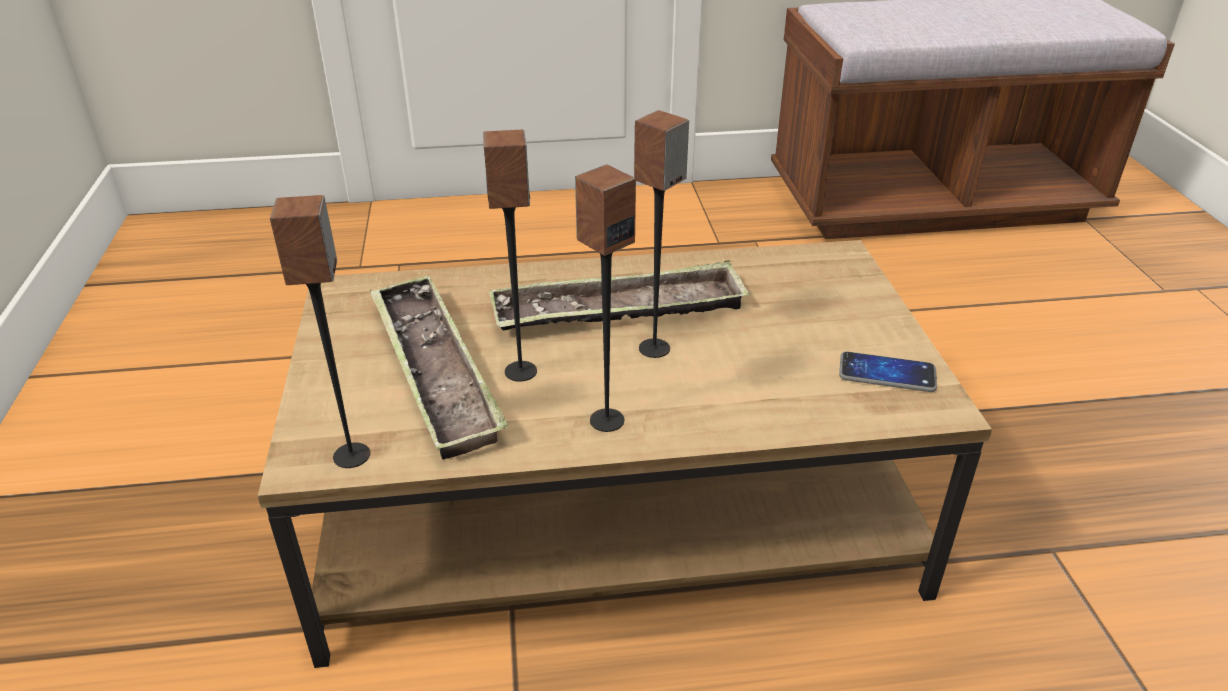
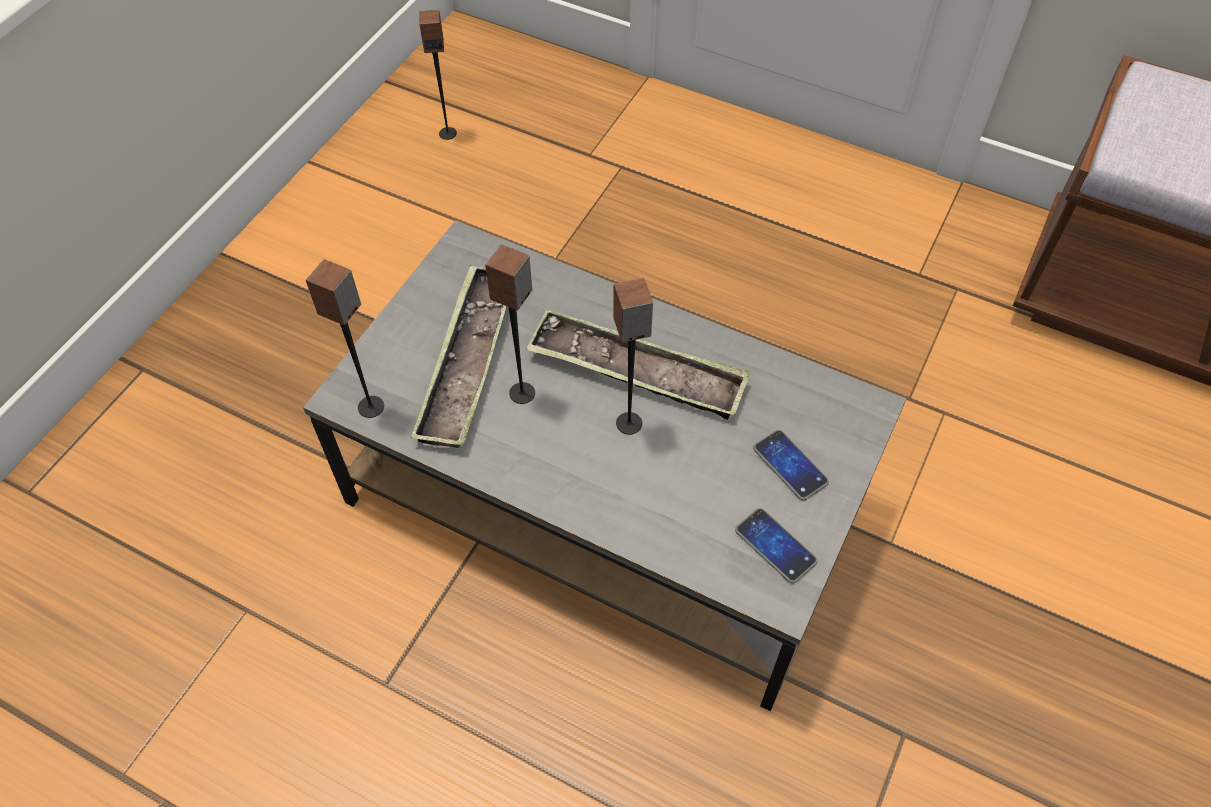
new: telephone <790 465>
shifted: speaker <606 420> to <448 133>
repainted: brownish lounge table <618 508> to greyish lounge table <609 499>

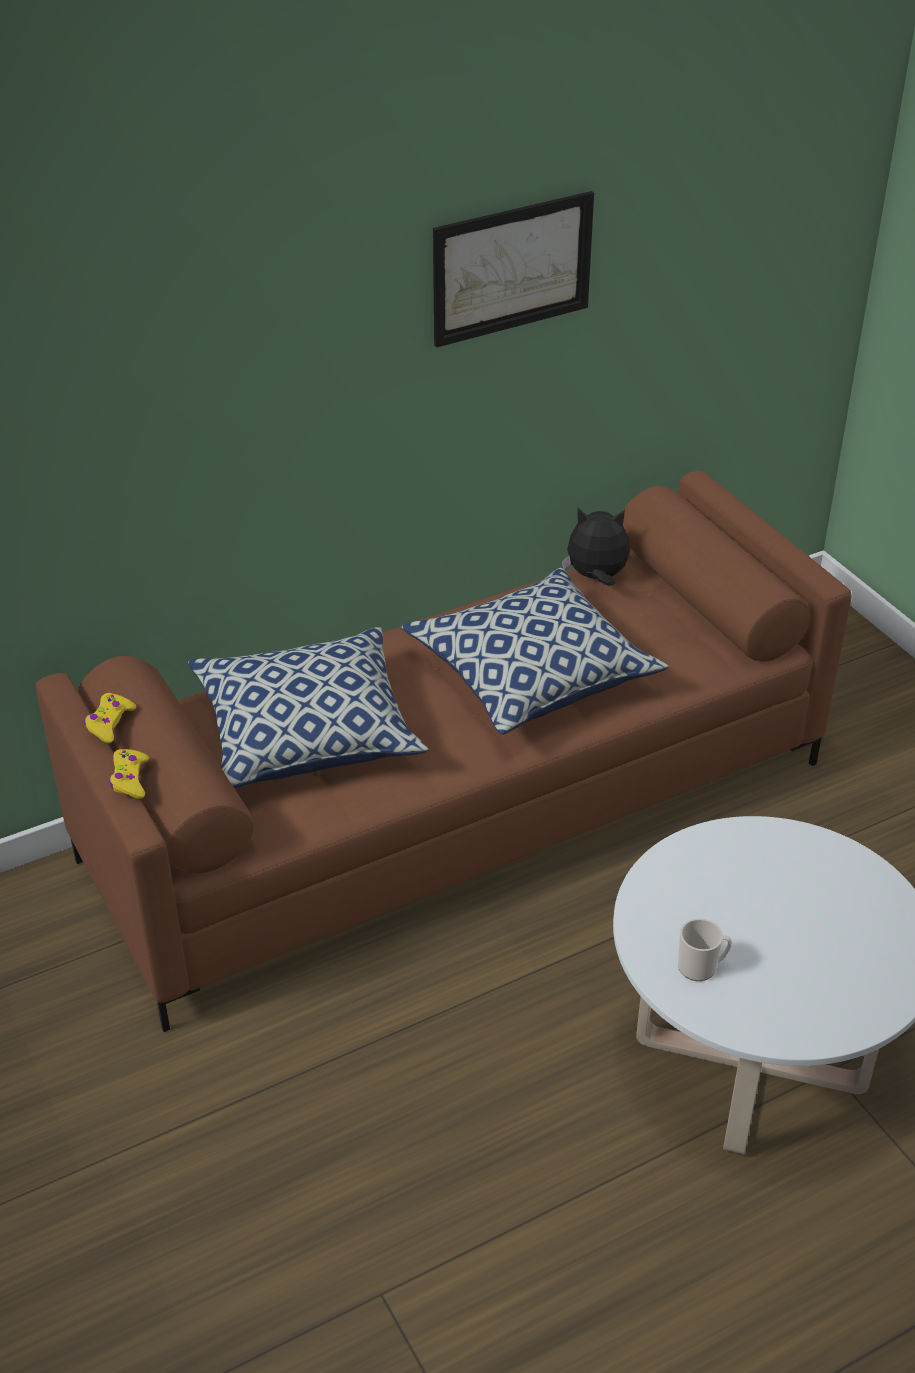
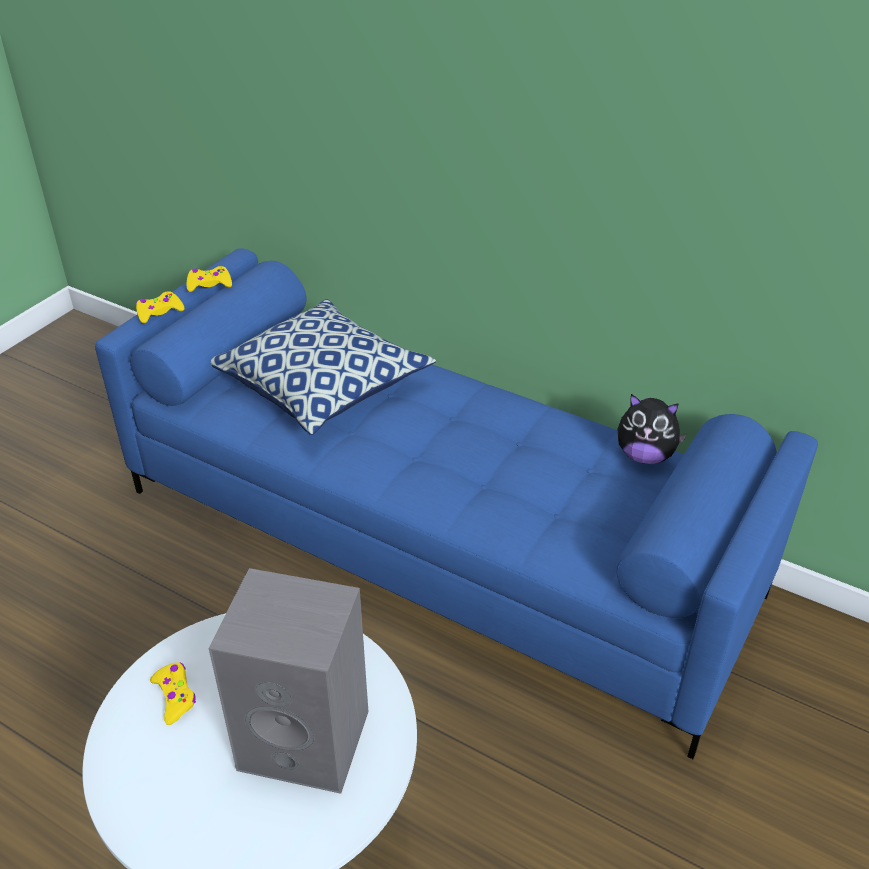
gone: pillow <532 674>; picture <512 268>
new: greyish speaker <308 738>
swapped: tea mug <701 967> to yellow-coloured game controller <175 696>
repainted: brownish couch <458 808> to bluish couch <437 540>
rotated: plush toy <596 577> = <645 456> 135 degrees clockwise

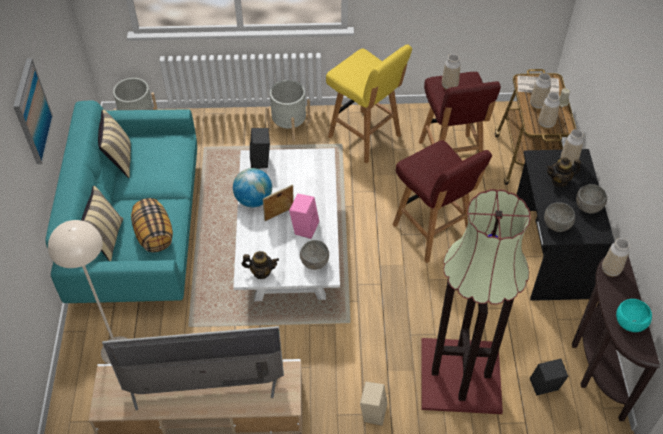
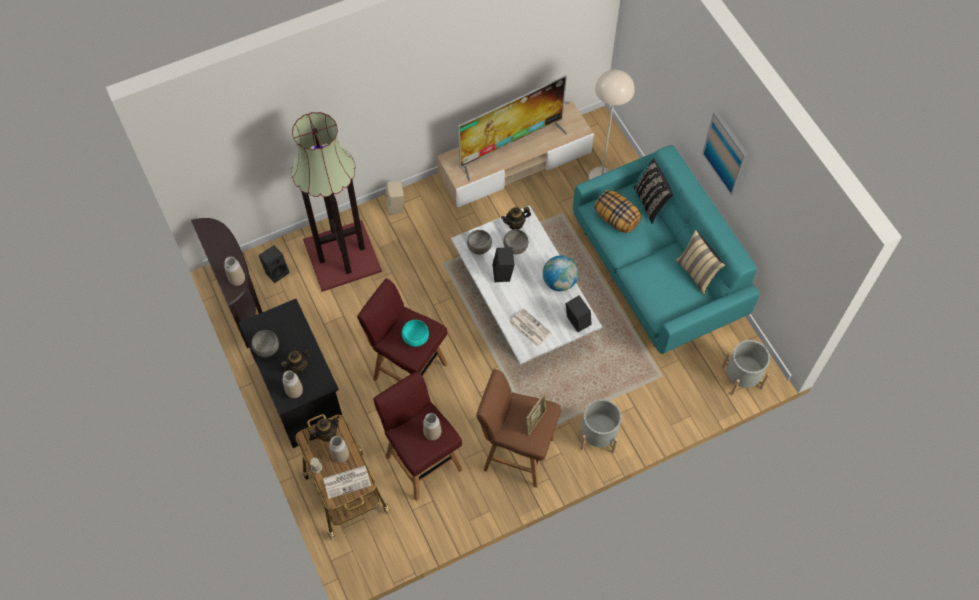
new: printed paper <529 327>
shifted: standing frame <279 215> to <535 421>; greyish serving bowl <557 225> to <515 247>; blue-green serving bowl <630 323> to <415 339>
swapped: decorative vase <546 124> to pot for tea <326 434>
repainted: beige-coloured pillow <106 239> to black pillow <650 202>; pink speaker <304 227> to black speaker <503 274>; yellow-coloured sitting stool <365 137> to brownish sitting stool <516 453>

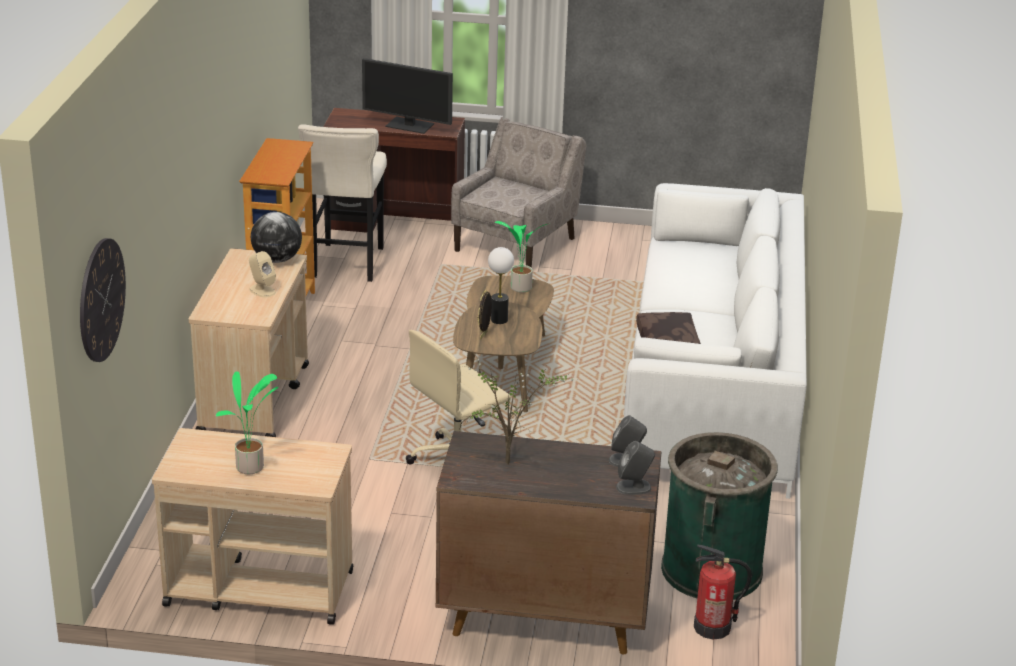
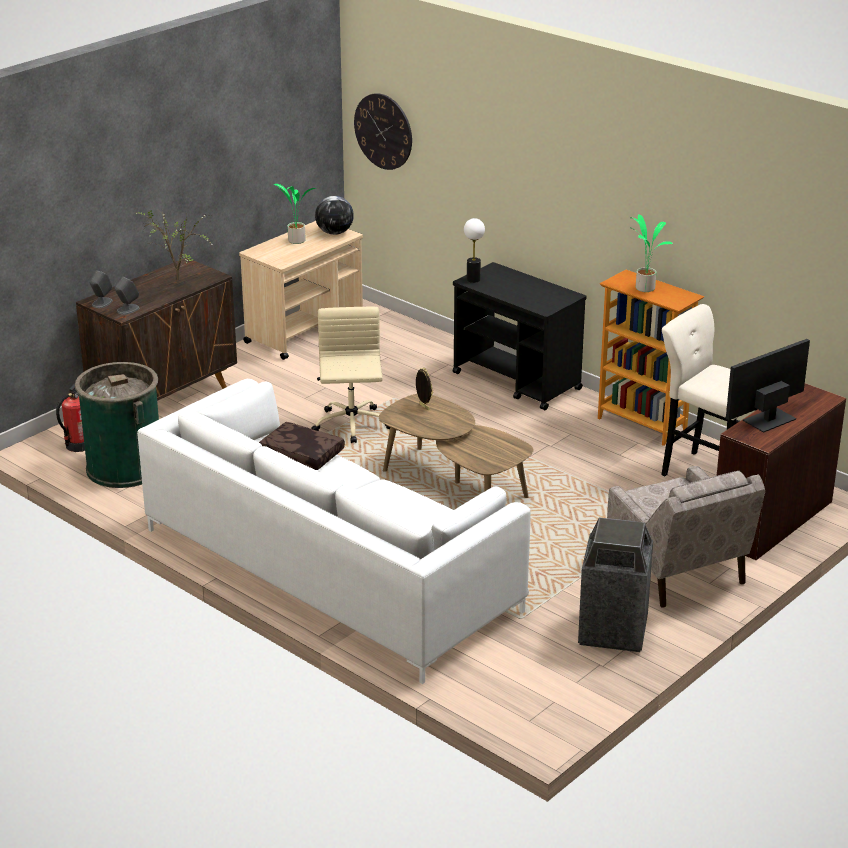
gone: beige-coloured speaker <262 290>
new: trash can <613 631>
shifted: desk globe <277 260> to <334 233>; table lamp <499 320> to <473 279>; houseplant <519 288> to <645 288>
repainted: beige-coloured trolley <254 399> to black trolley <517 381>

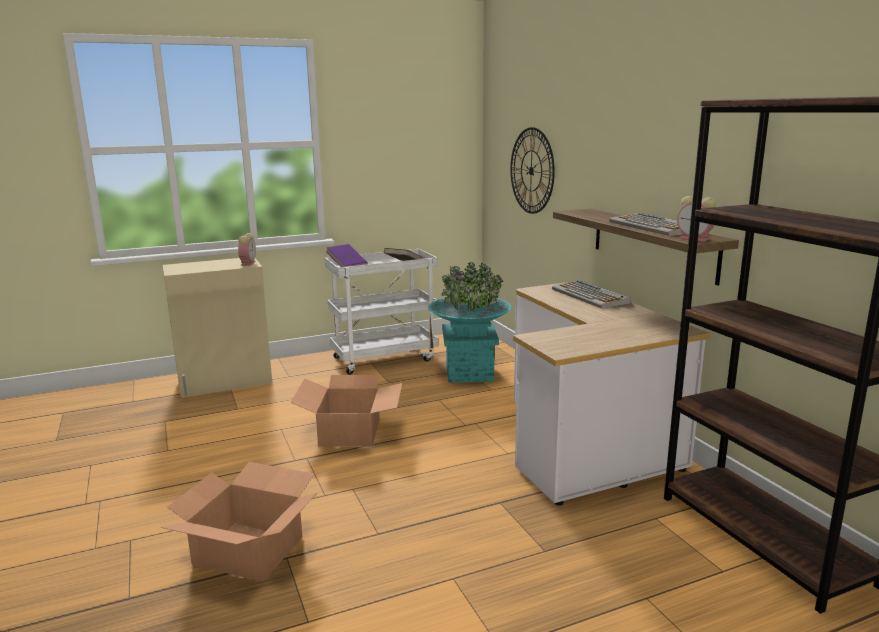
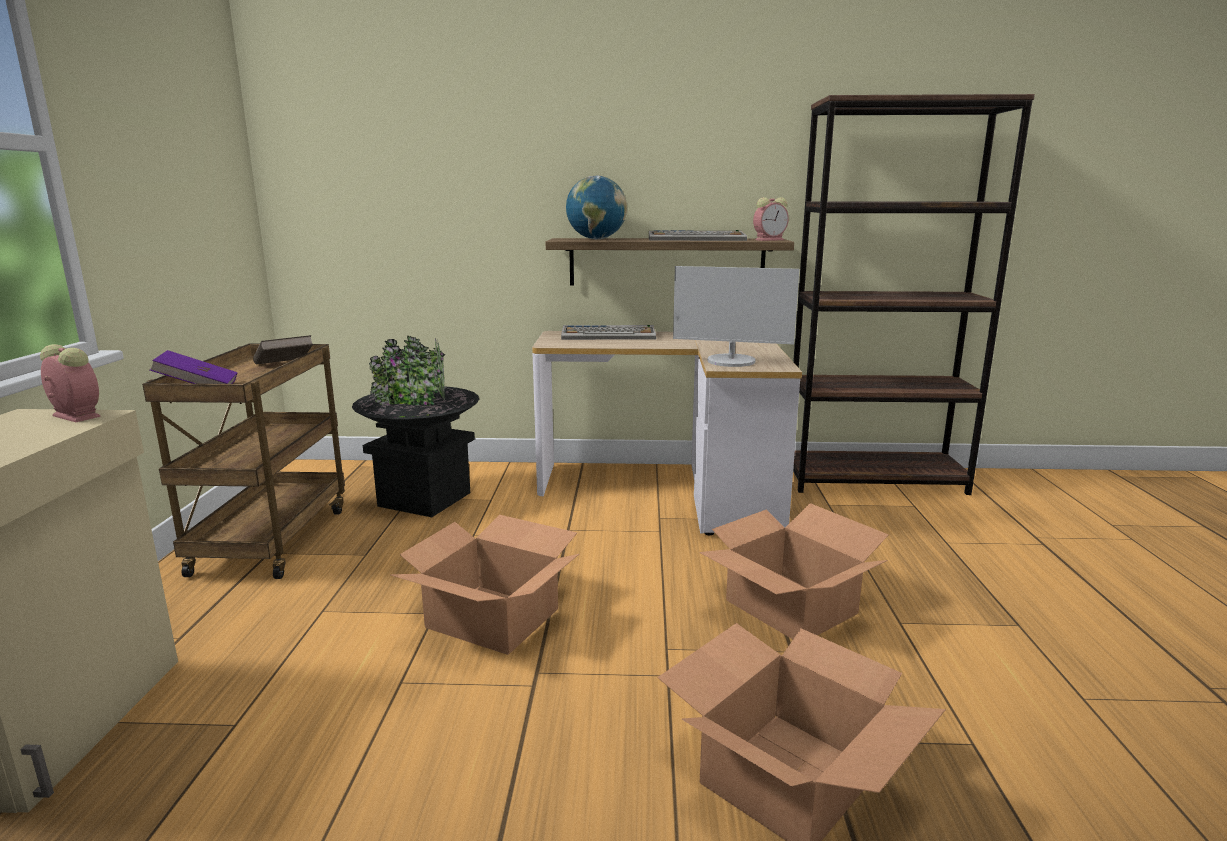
gone: wall clock <531 171>
new: desk globe <596 239>; monitor <731 361>; cardboard box <790 607>
repainted: whitish trolley <385 358> to brownish trolley <271 539>; blue-green flower pot <469 373> to black flower pot <424 499>

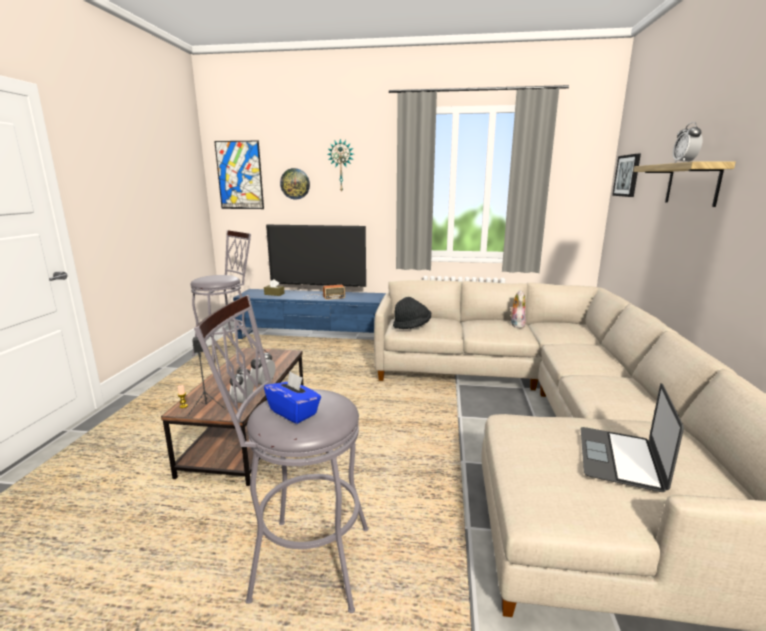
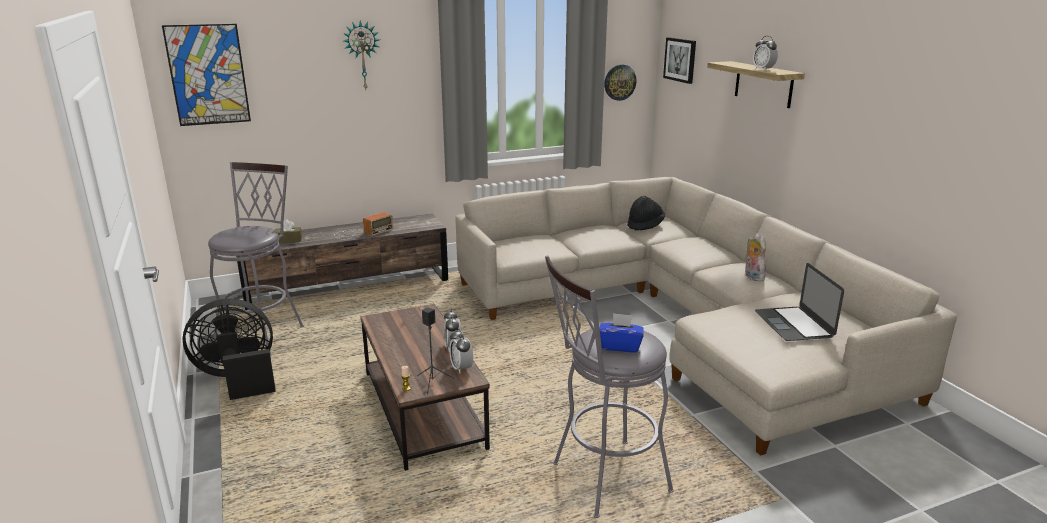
gone: television <318 292>
new: black cooling fan <238 379>
shifted: wall clock <295 184> to <619 82>; black clothing hat <412 326> to <645 225>; plush toy <516 325> to <752 277>
repainted: bluish tv stand <314 336> to brownish tv stand <349 286>

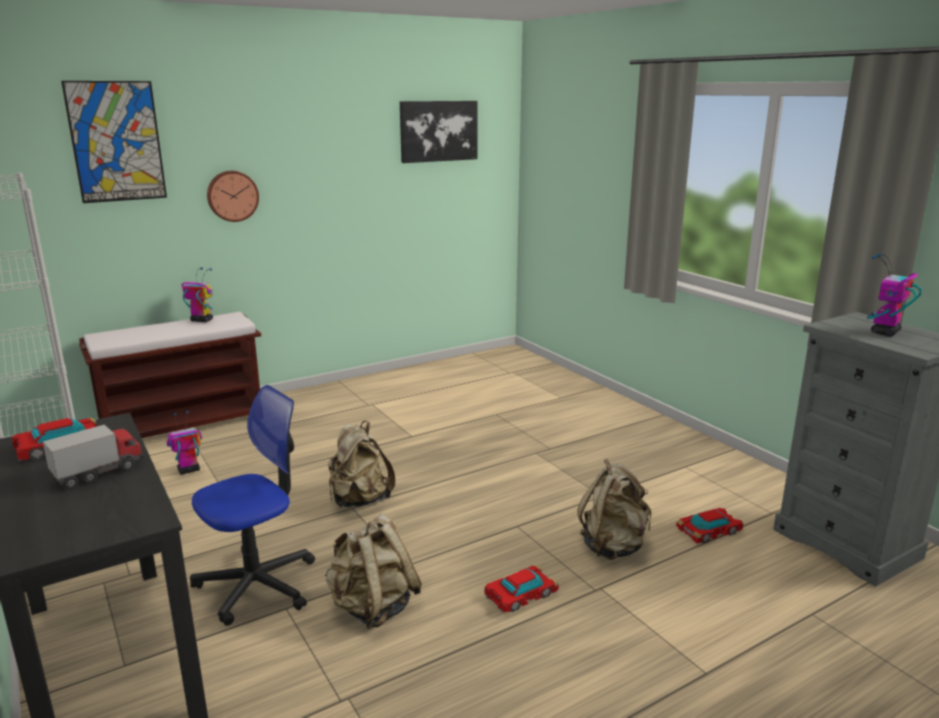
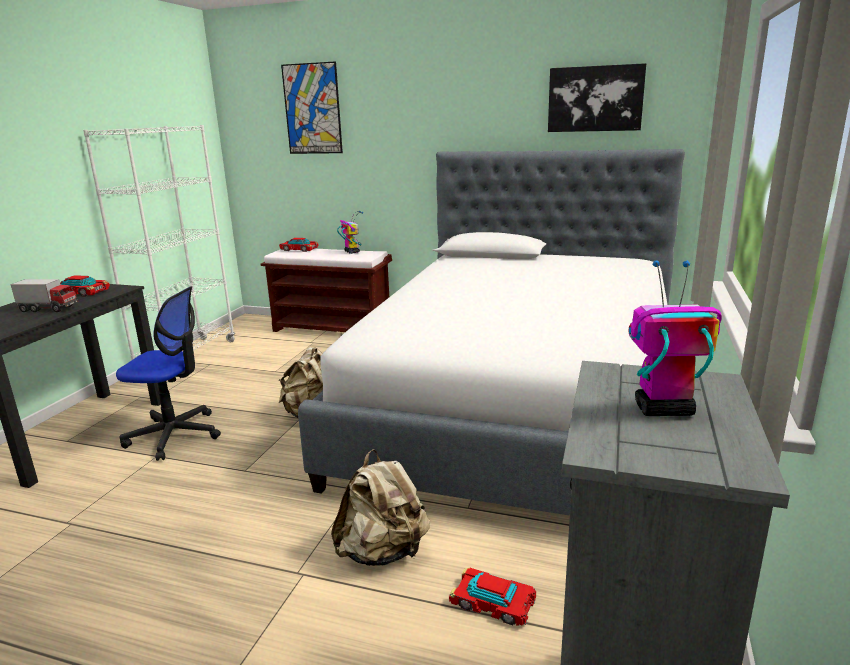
gone: toy robot <188 470>; wall clock <232 196>; beige-coloured knapsack <373 607>
new: bedroom bed <522 405>
shifted: toy car <520 594> to <299 249>

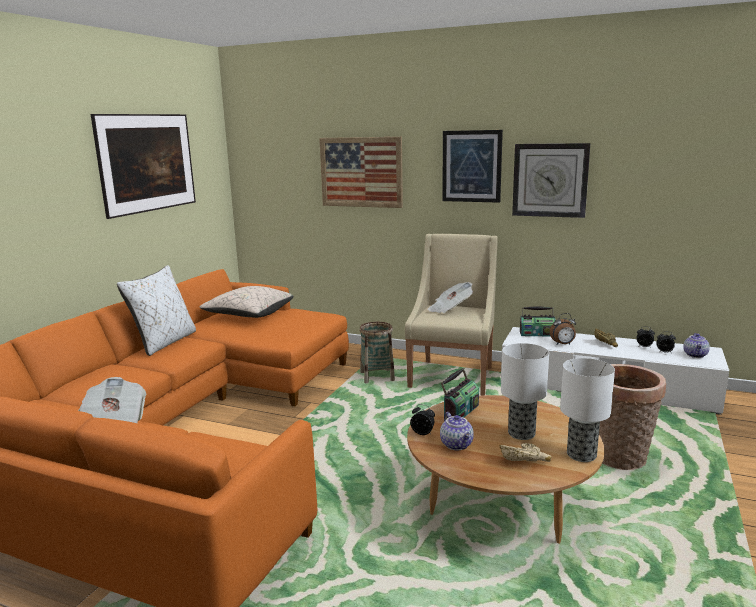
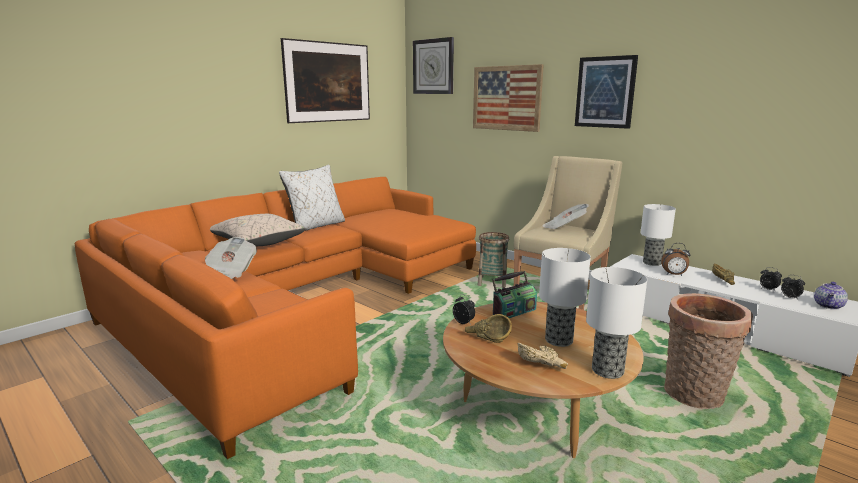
shifted: beige-coloured pillow <249 314> to <257 242>; wall clock <550 180> to <433 66>
swapped: pot for tea <457 445> to brownish serving bowl <487 338>; radio <537 334> to table lamp <652 263>

